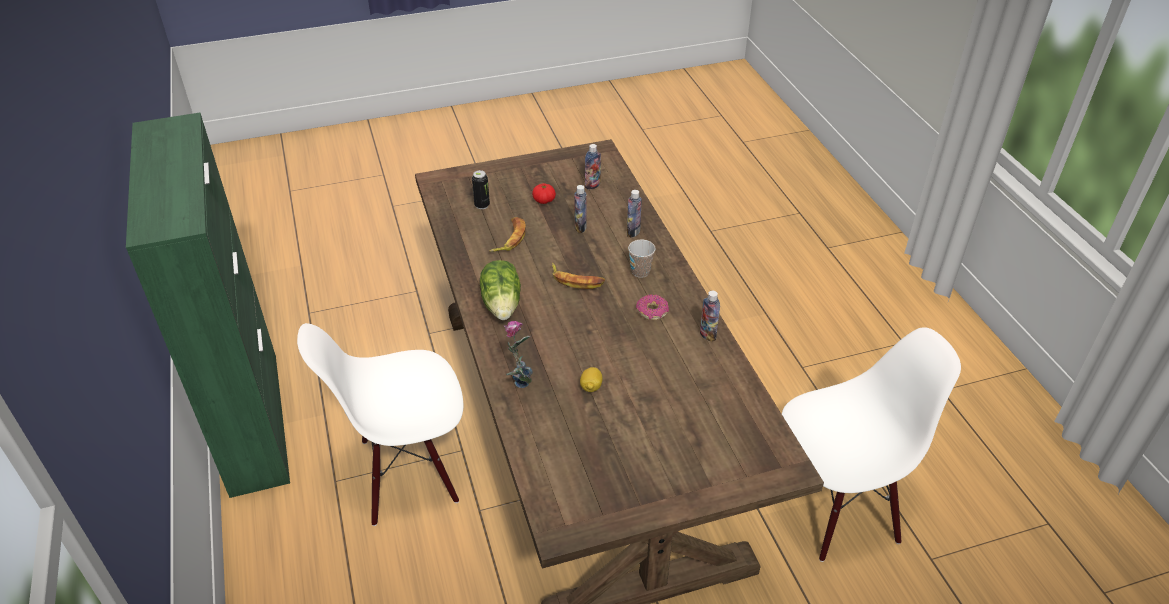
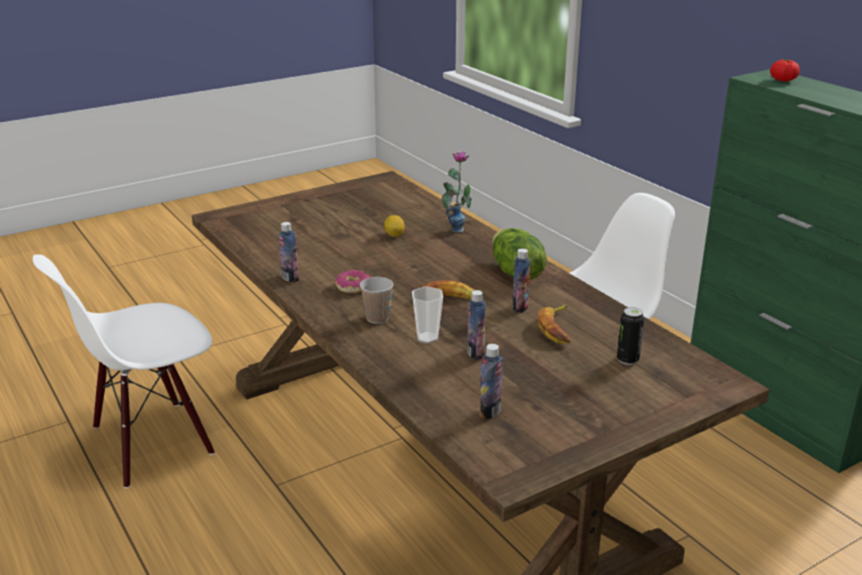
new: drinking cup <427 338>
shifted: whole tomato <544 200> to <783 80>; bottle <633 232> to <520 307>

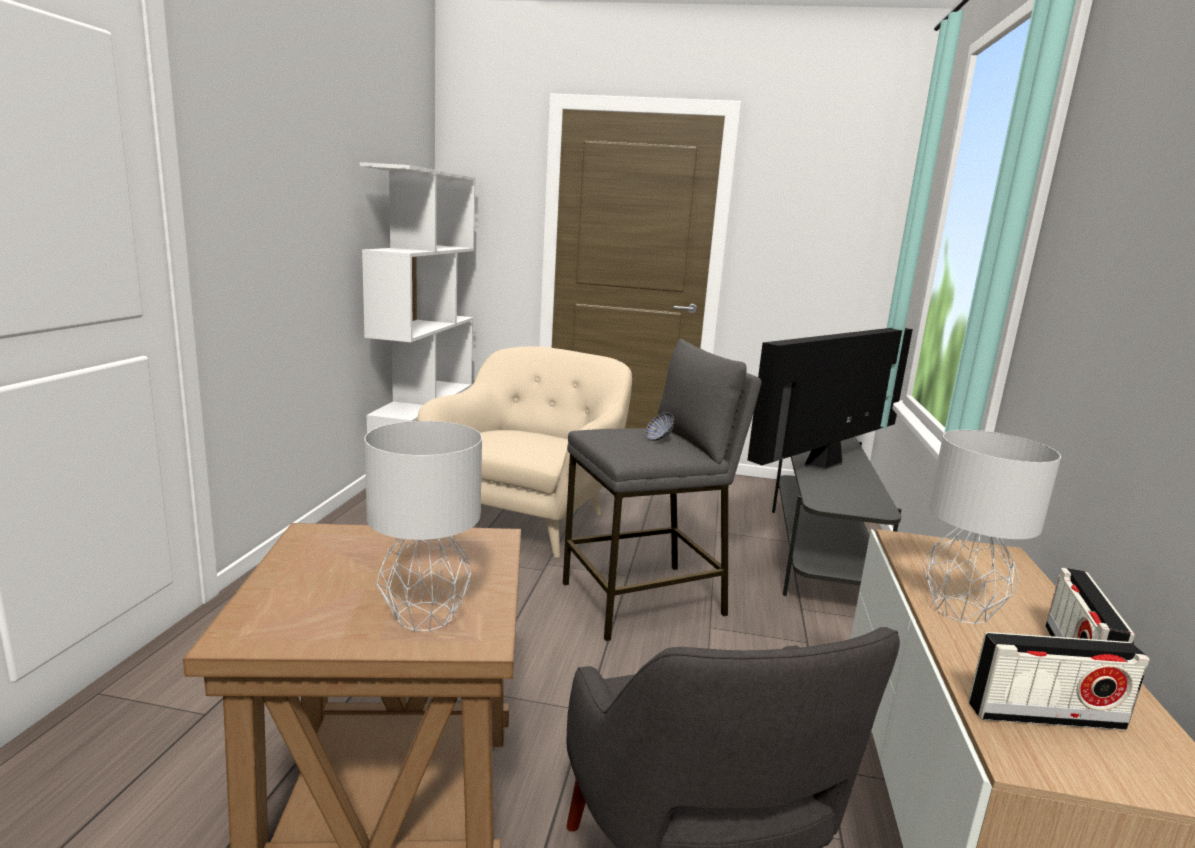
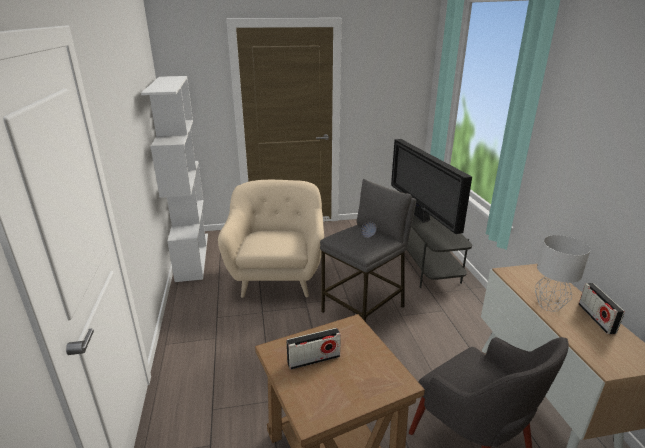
gone: greyish table lamp <424 615>
shifted: radio <1045 716> to <313 360>
rotated: television <823 463> = <420 217> 45 degrees counterclockwise

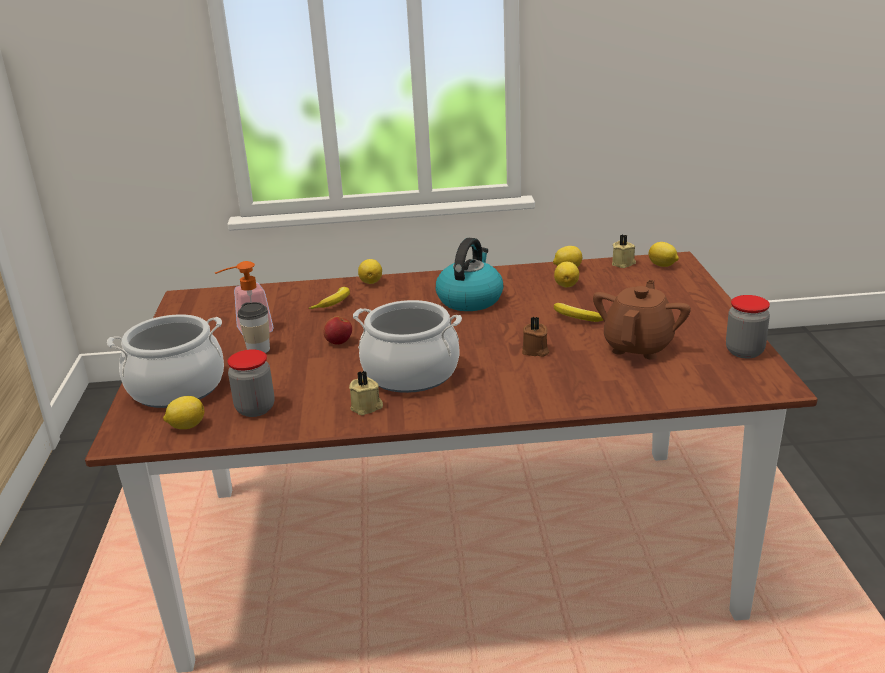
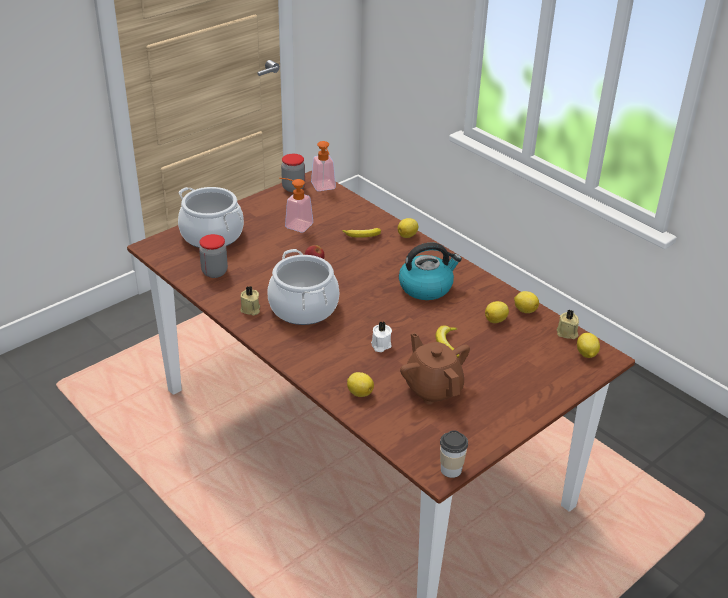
new: liquid soap bottle <324 188>
shifted: whole lemon <186 426> to <359 393>; drinking cup <258 350> to <451 470>; preserve jar <744 351> to <293 188>
repainted: brownish wax candle <535 351> to whitish wax candle <380 345>
rotated: brownish pot for tea <638 346> = <433 388> 105 degrees counterclockwise

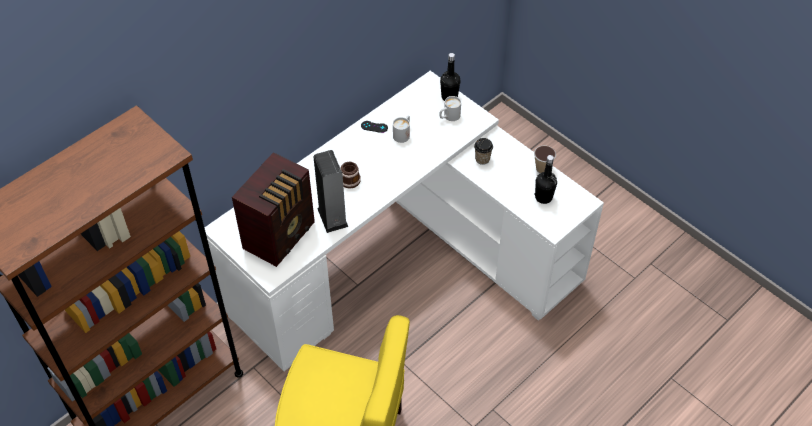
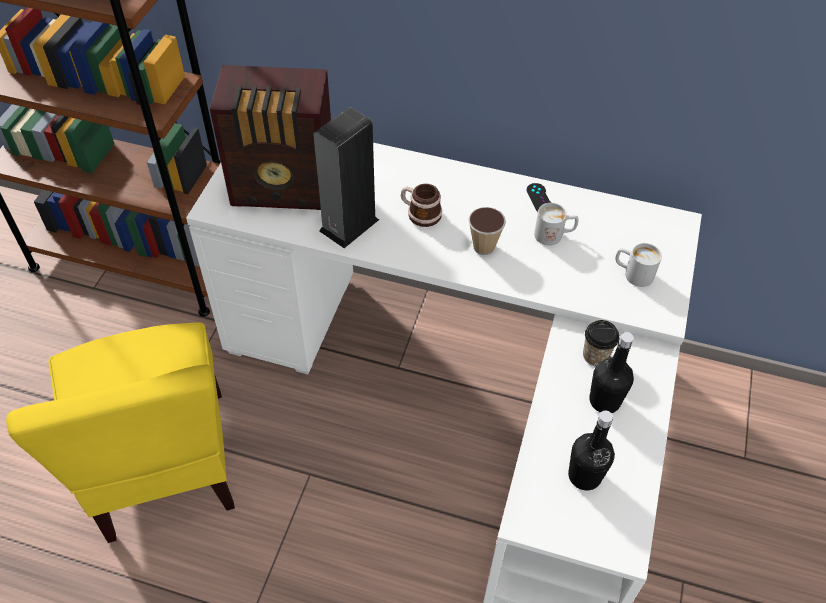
shifted: black bottle <449 97> to <604 401>; drinking cup <542 169> to <484 247>

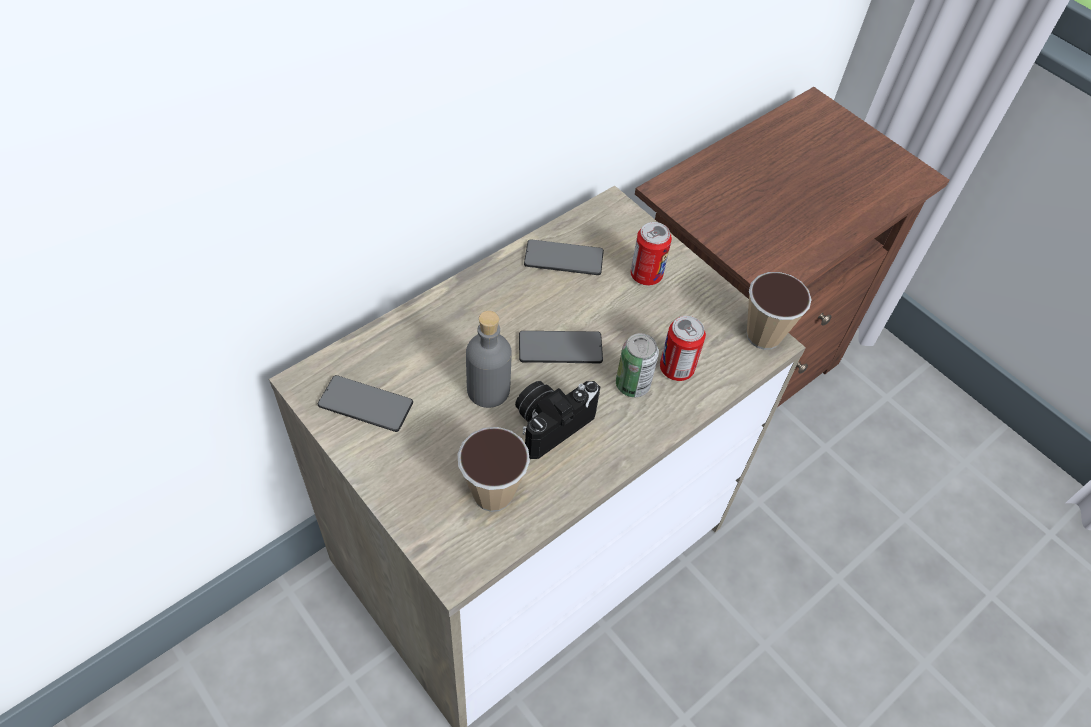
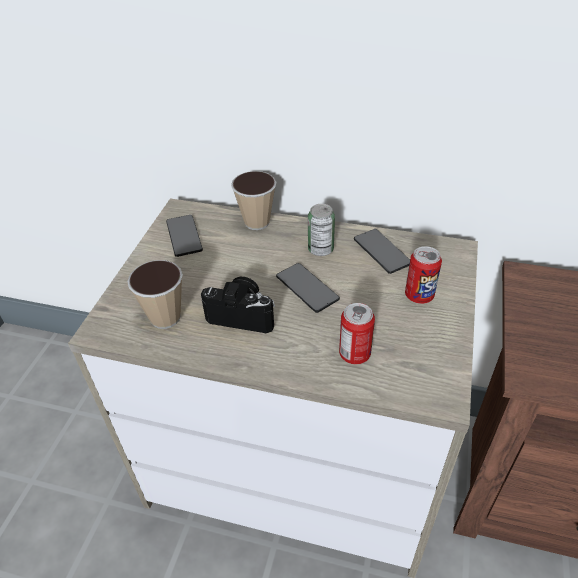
gone: greyish bottle <488 390>
shifted: sealed can <632 385> to <320 249>; drinking cup <763 336> to <257 222>

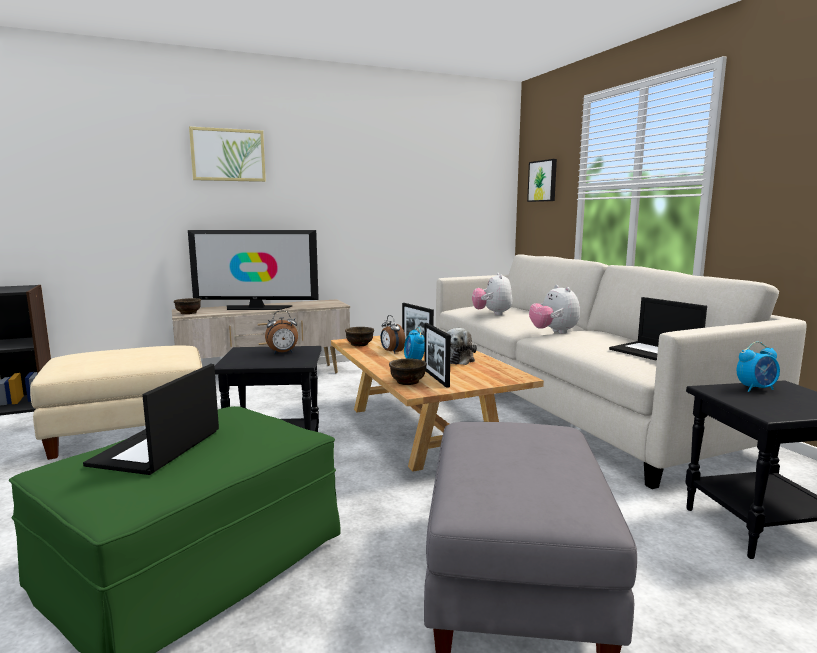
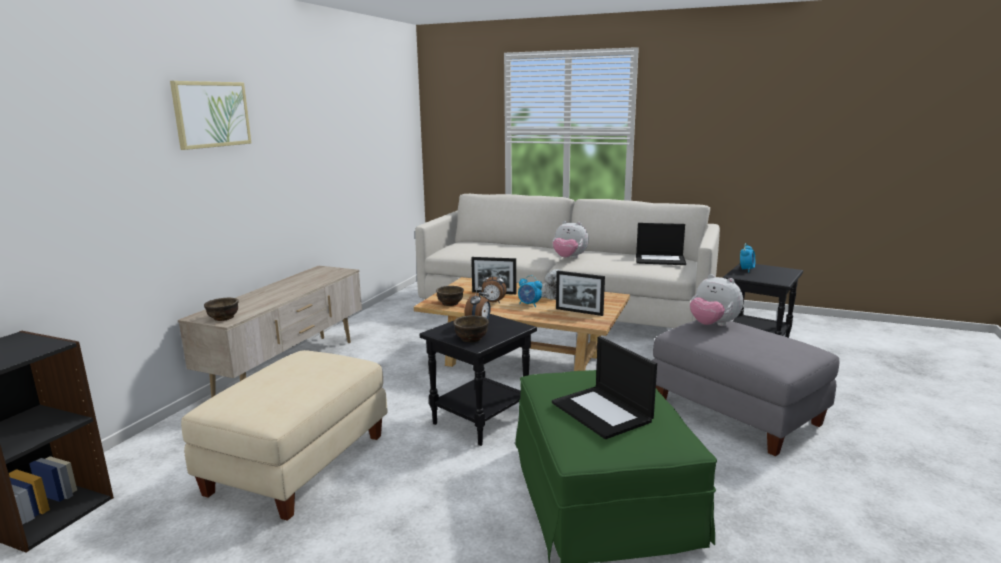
gone: television <256 308>; picture <543 181>
shifted: brownish serving bowl <408 382> to <471 338>; plush toy <492 314> to <713 325>

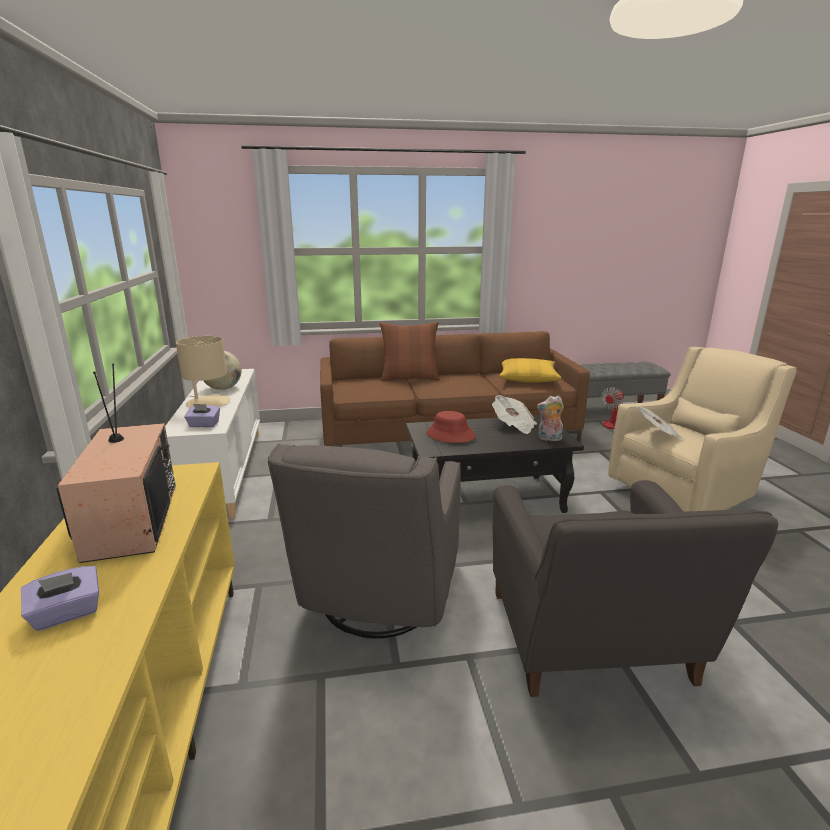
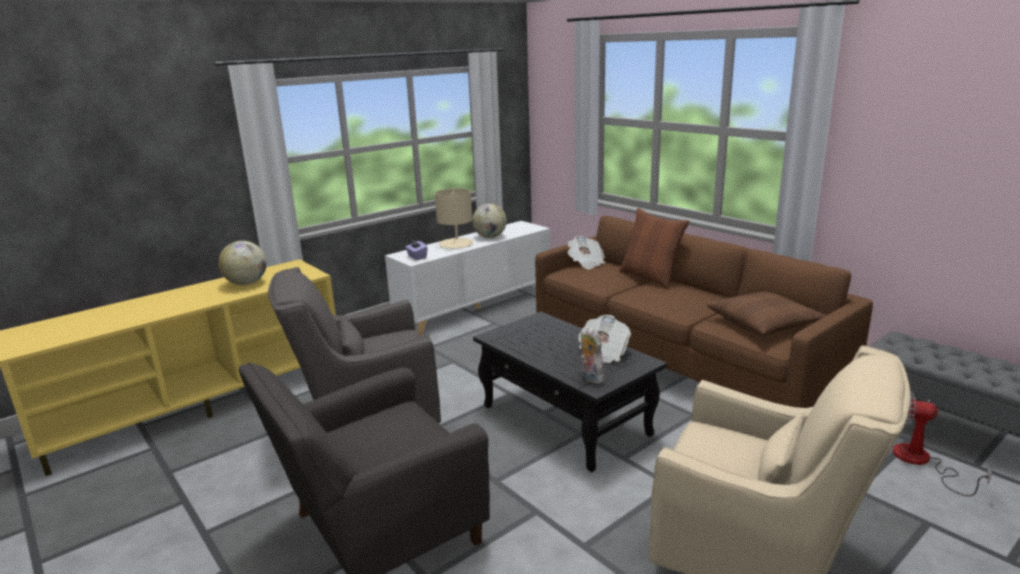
gone: purple tissue box <67 614>; red-coloured clothing hat <450 435>
shifted: printed paper <657 434> to <586 263>
swapped: television <130 519> to desk globe <246 283>
repainted: yellow-coloured pillow <527 377> to brownish pillow <764 323>

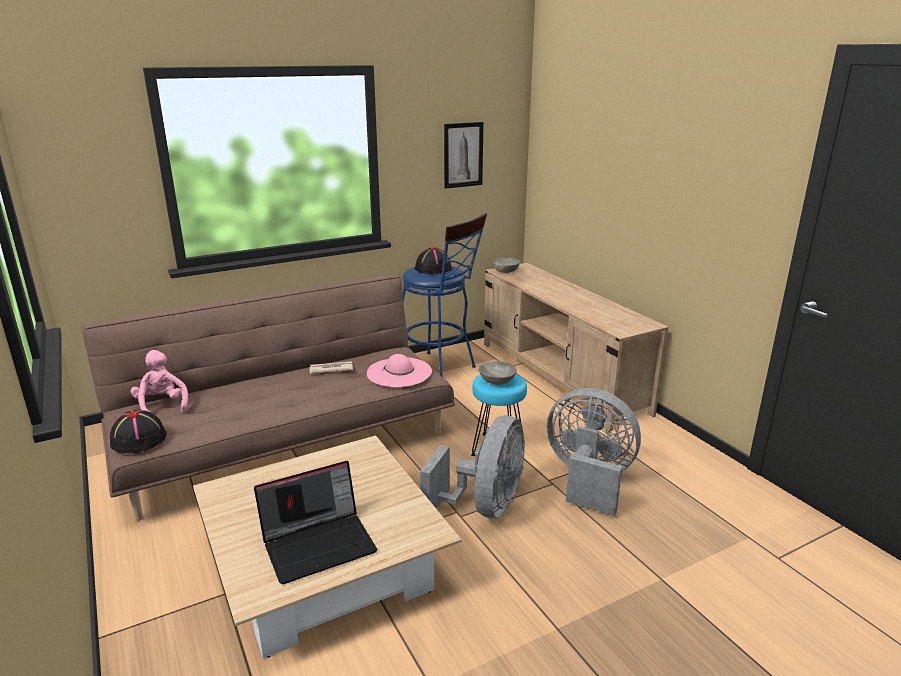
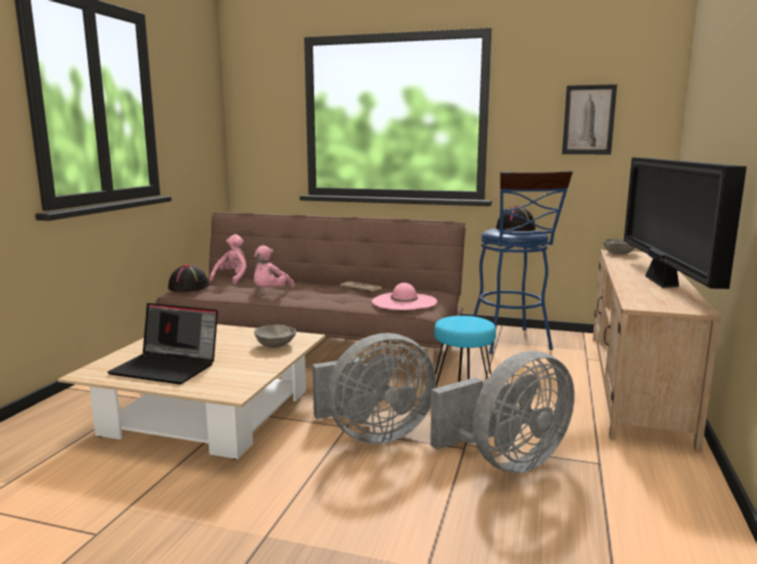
new: pink plush toy <270 292>; television <662 282>
shifted: greyish serving bowl <496 381> to <275 345>
rotated: greyish cooling fan <588 479> = <506 461> 75 degrees clockwise

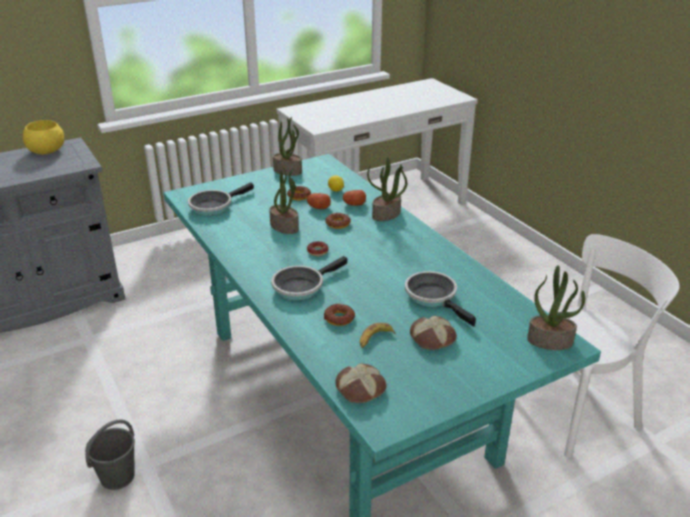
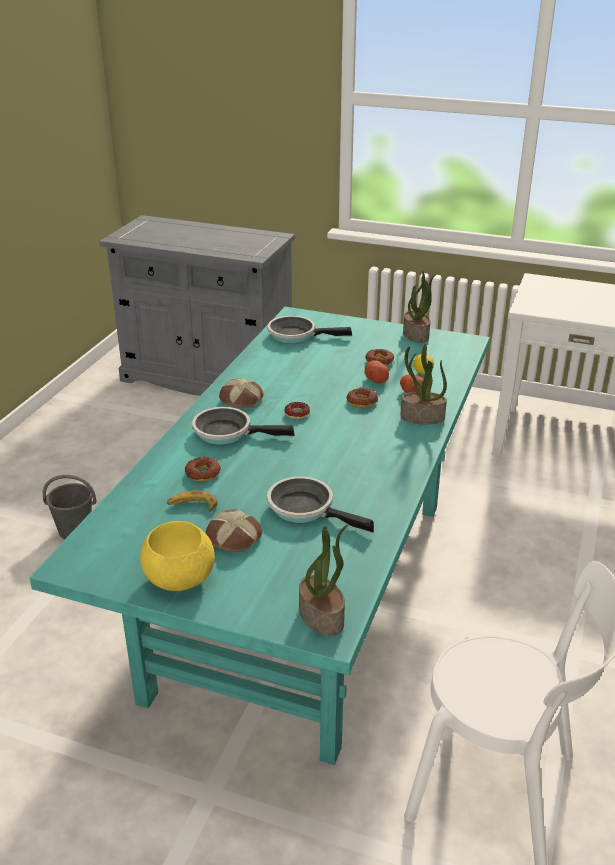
gone: houseplant <285 226>
shifted: yellow-coloured serving bowl <46 151> to <178 579>; baked bread <361 389> to <240 399>
rotated: frying pan <434 297> = <306 509> 75 degrees counterclockwise

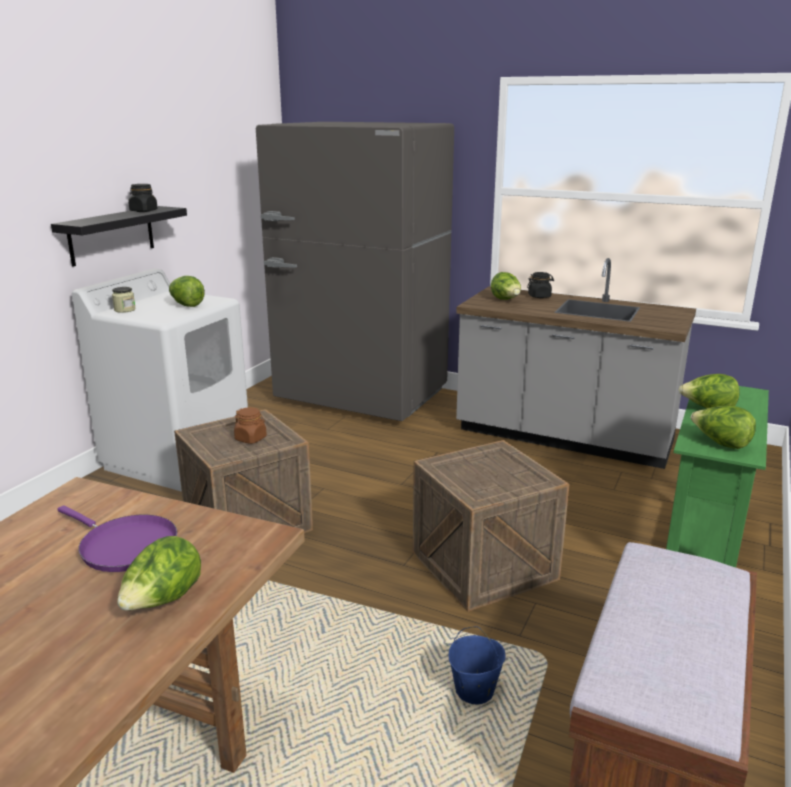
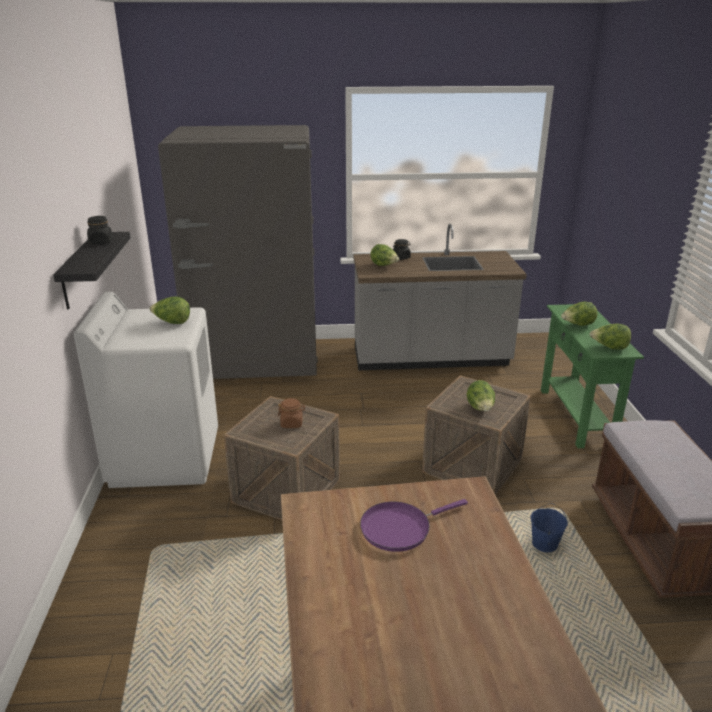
gone: preserve jar <125 310>
shifted: lettuce head <163 602> to <480 409>
rotated: purple frying pan <124 546> = <399 528> 150 degrees clockwise

